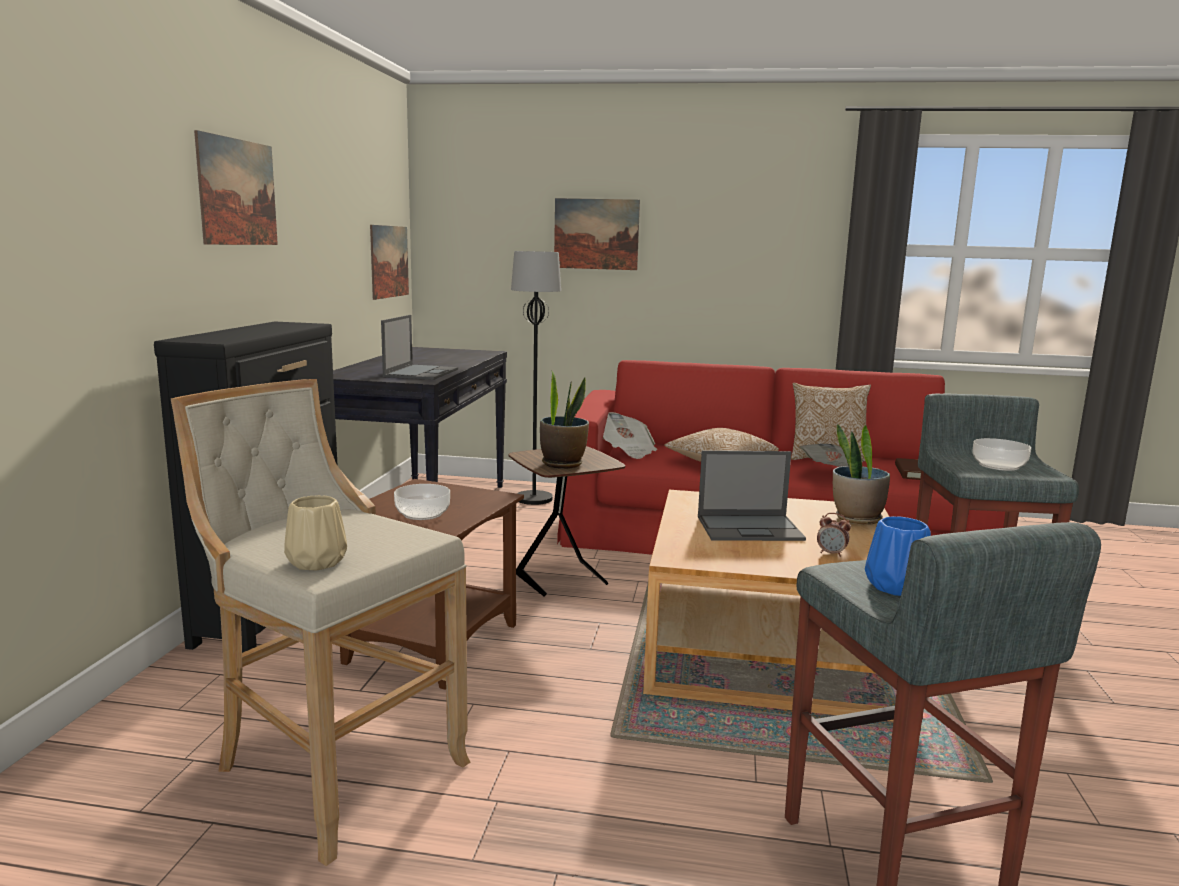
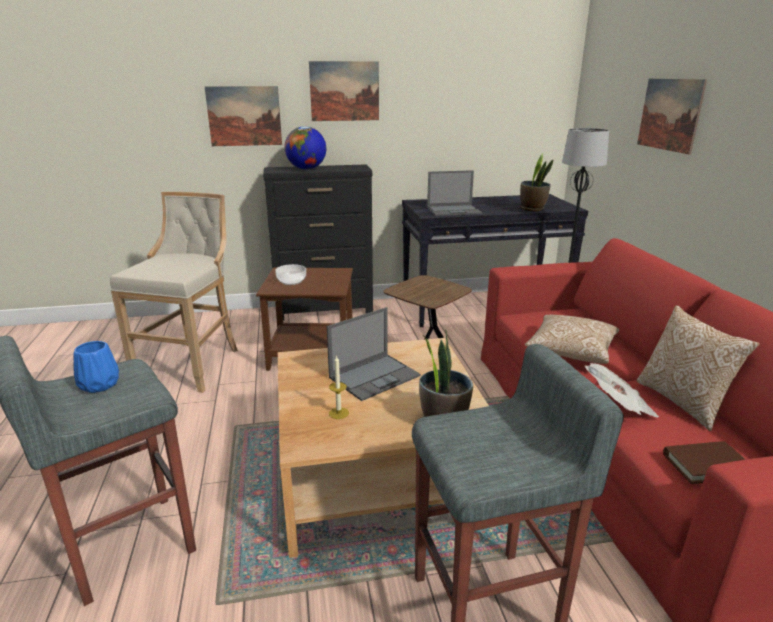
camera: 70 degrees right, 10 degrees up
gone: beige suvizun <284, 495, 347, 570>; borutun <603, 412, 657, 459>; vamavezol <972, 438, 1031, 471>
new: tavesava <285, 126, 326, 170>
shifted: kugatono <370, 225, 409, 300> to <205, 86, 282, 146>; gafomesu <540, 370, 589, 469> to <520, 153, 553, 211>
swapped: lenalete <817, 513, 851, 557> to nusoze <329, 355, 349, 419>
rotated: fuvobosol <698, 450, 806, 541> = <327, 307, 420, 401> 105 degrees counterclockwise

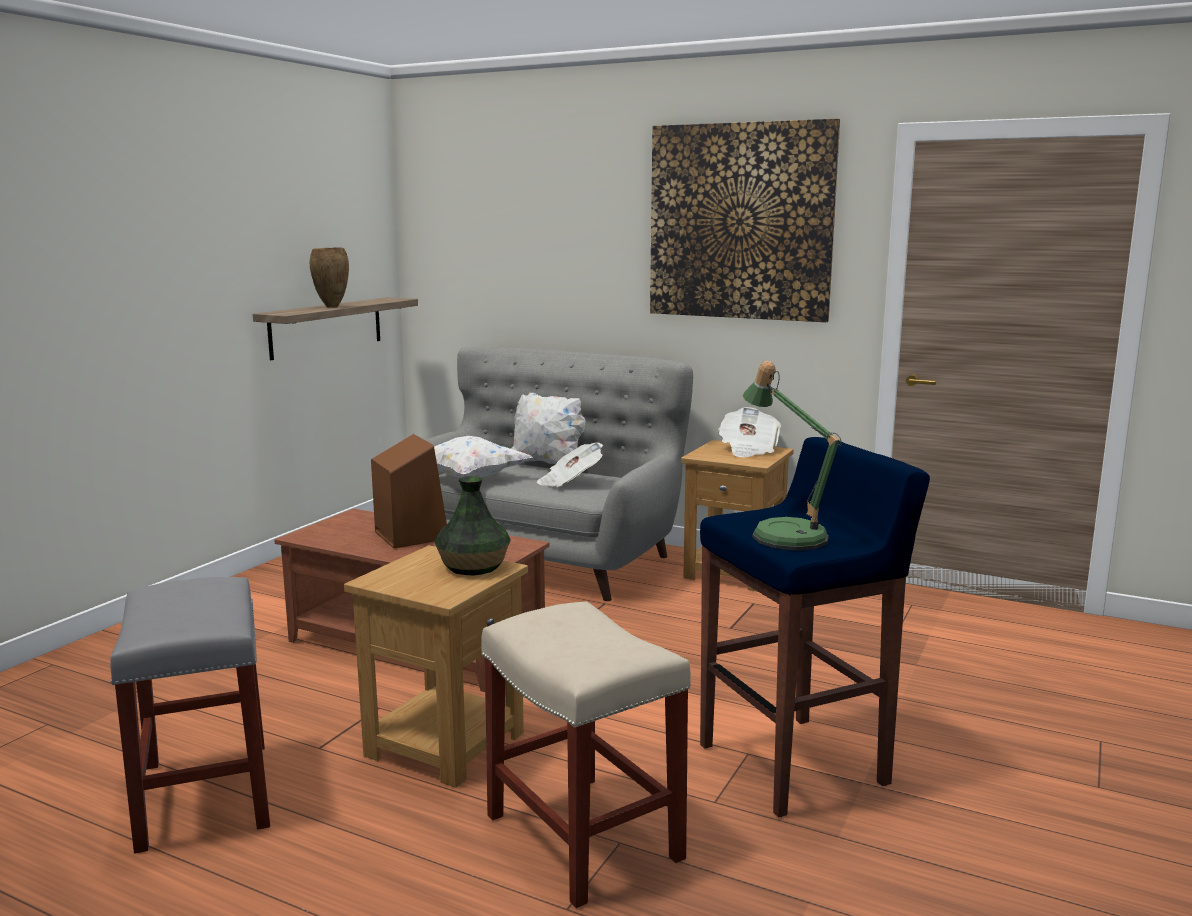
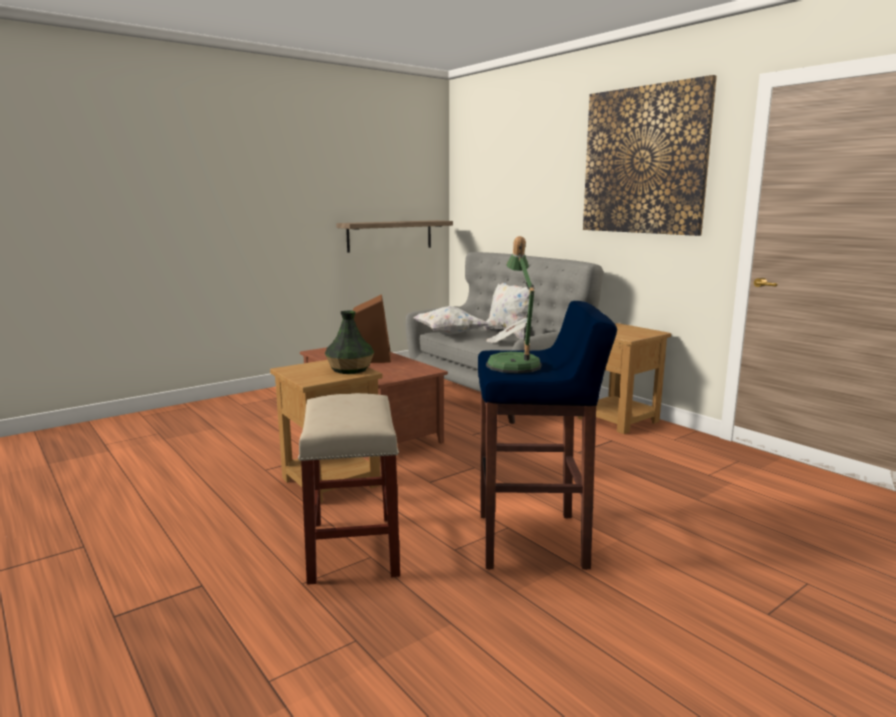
camera: 25 degrees right, 0 degrees up
gone: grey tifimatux <110, 577, 270, 854>; brown suvizun <310, 247, 349, 308>; borutun <718, 407, 781, 457>

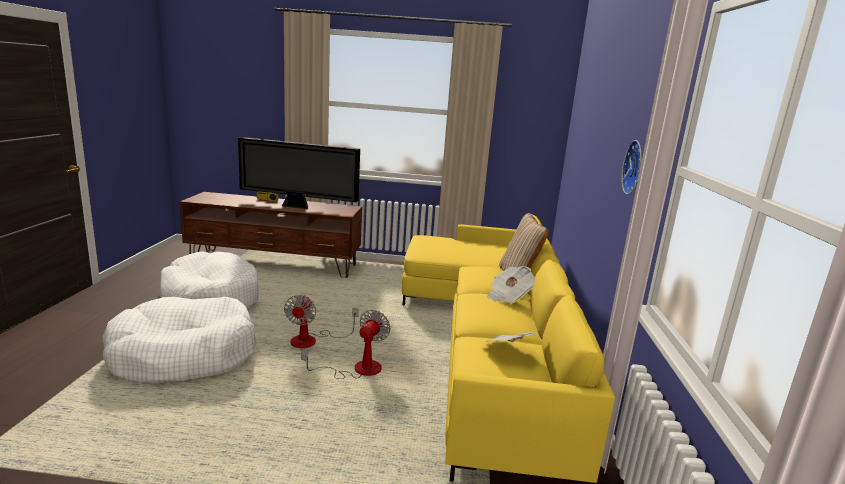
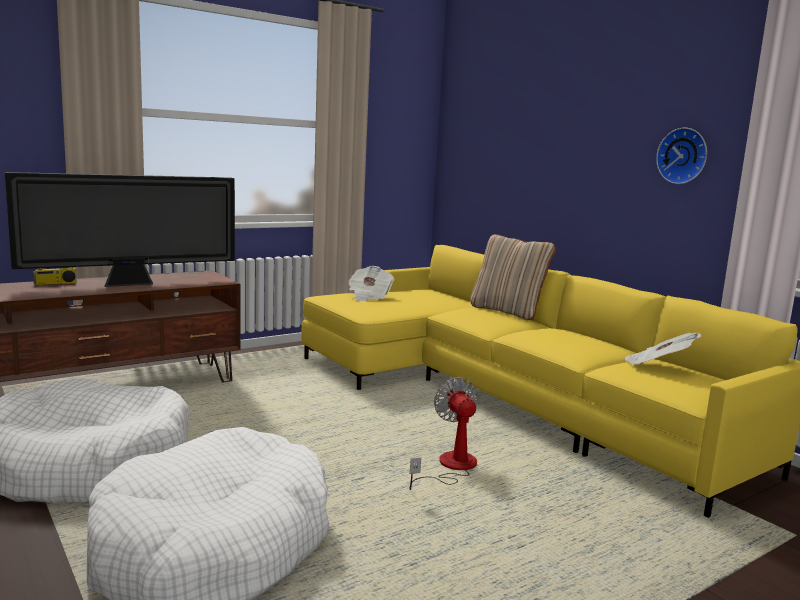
camera: 40 degrees left, 5 degrees down
gone: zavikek <284, 295, 358, 348>
shifted: borutun <487, 266, 535, 303> to <348, 266, 394, 301>

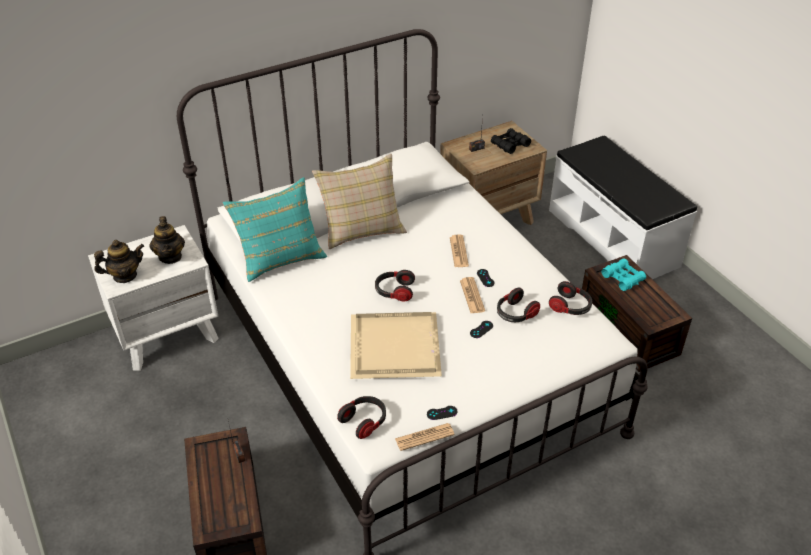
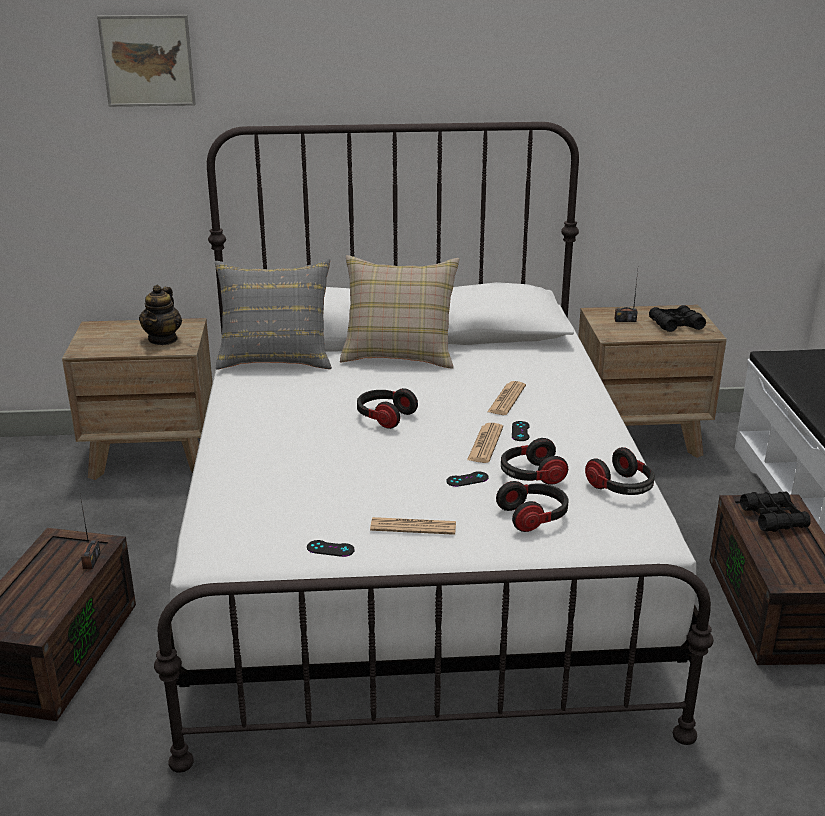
camera: 25 degrees right, 15 degrees down
gone: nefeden <94, 240, 144, 283>; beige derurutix <350, 312, 442, 379>
new: kugatono <97, 15, 196, 107>
shifted: borutun <395, 423, 455, 451> to <370, 517, 456, 535>; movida <337, 396, 386, 439> to <496, 481, 568, 532>
repainted: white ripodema <88, 225, 219, 371> to brown ripodema <62, 318, 213, 480>; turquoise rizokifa <223, 177, 327, 282> to grey rizokifa <215, 258, 332, 370>; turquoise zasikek <602, 258, 646, 291> to black zasikek <740, 492, 810, 532>

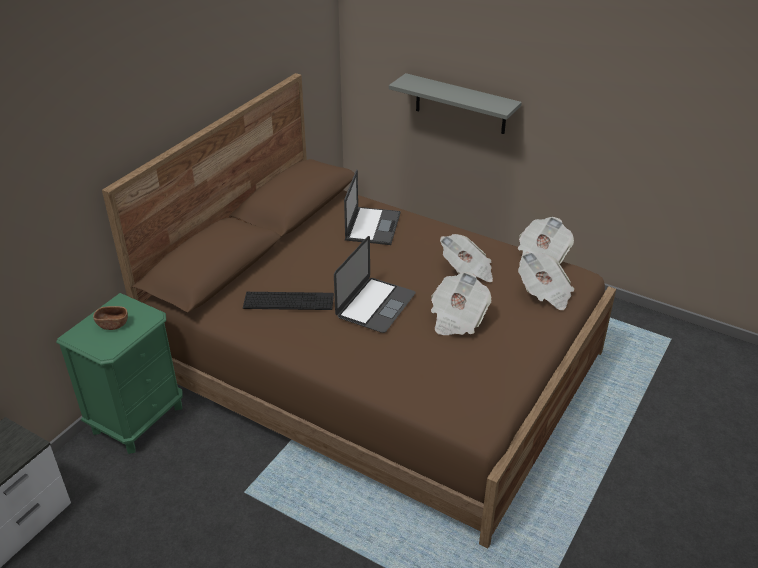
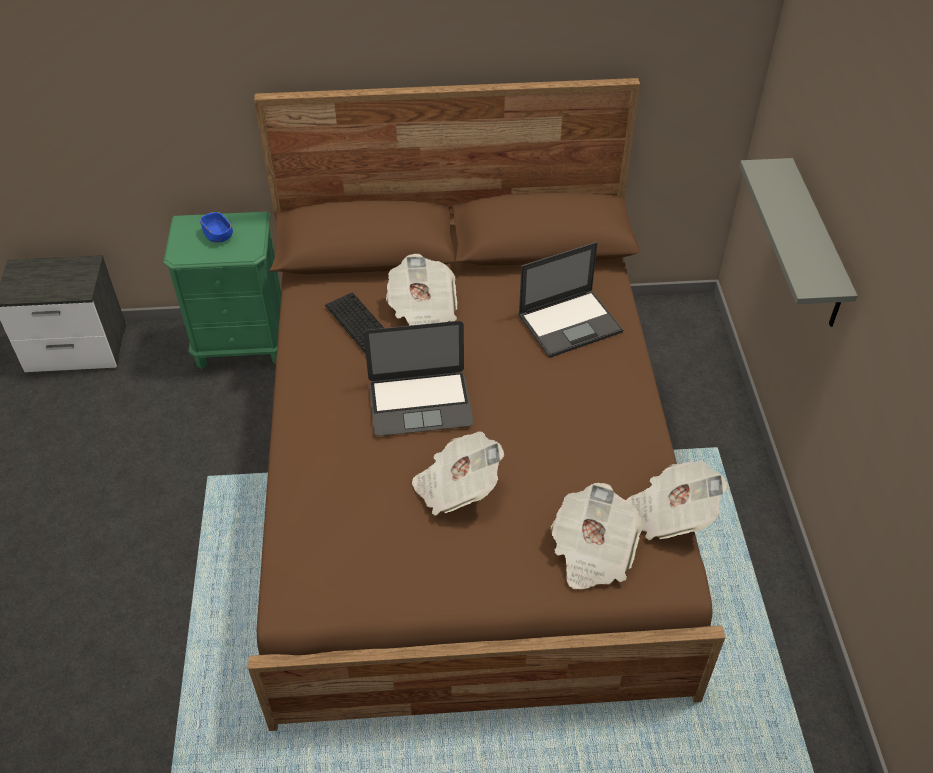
camera: 55 degrees right, 10 degrees up
shifted: borutun <440, 234, 493, 282> to <386, 254, 457, 326>
repainted: brown vamavezol <93, 306, 128, 330> to blue vamavezol <200, 212, 233, 242>

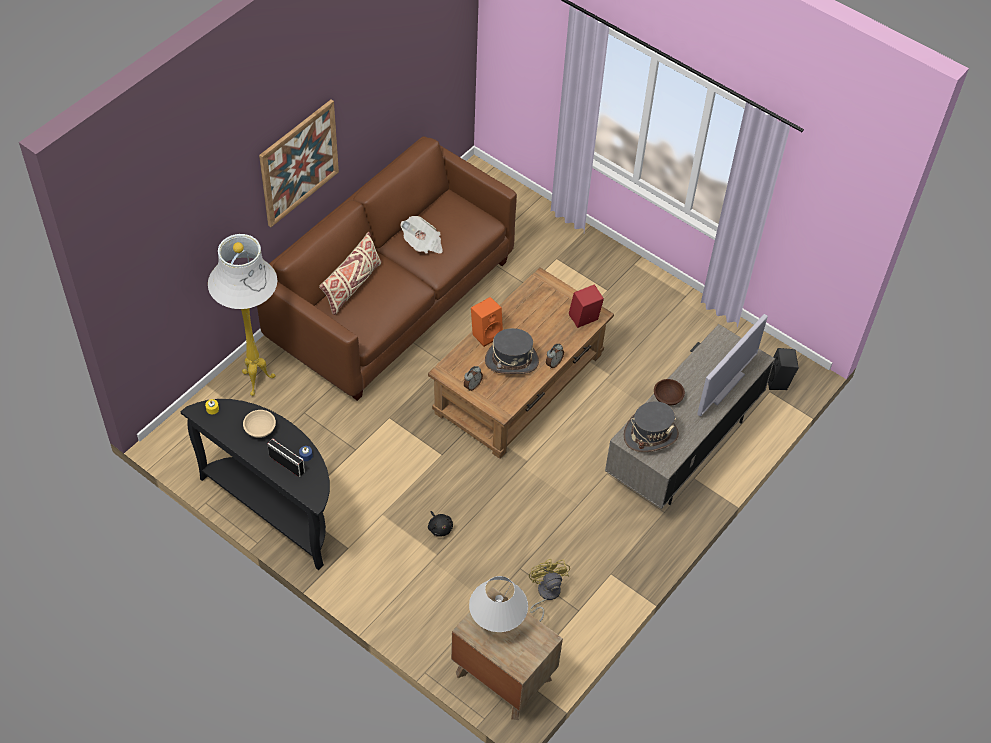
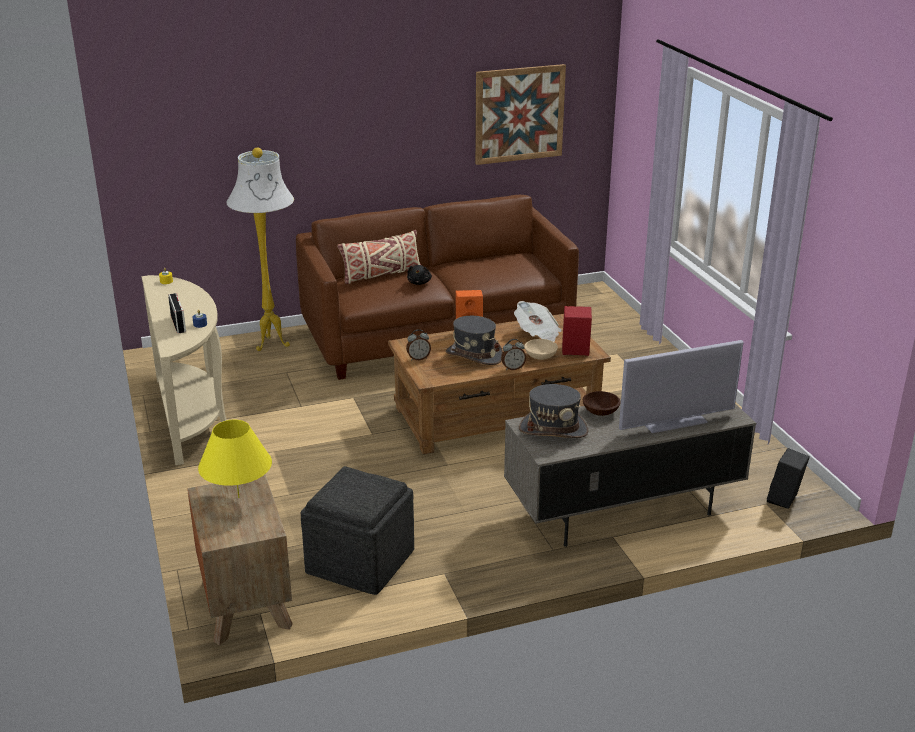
camera: 35 degrees right, 25 degrees down
shifted: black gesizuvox <428, 511, 453, 537> to <407, 265, 432, 285>; kugatono <259, 100, 339, 227> to <475, 64, 566, 165>; borutun <401, 216, 442, 254> to <514, 301, 561, 342>; beige vamavezol <243, 410, 276, 438> to <524, 339, 558, 360>
swapped: yellow zavikek <529, 559, 570, 622> to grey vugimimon <301, 466, 414, 595>
repainted: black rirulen <181, 399, 330, 570> to beige rirulen <142, 275, 227, 465>; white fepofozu <469, 576, 528, 632> to yellow fepofozu <198, 420, 272, 498>

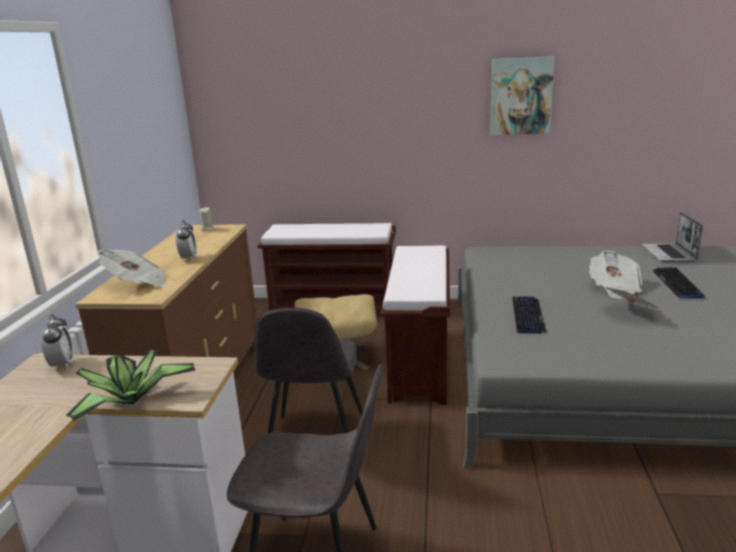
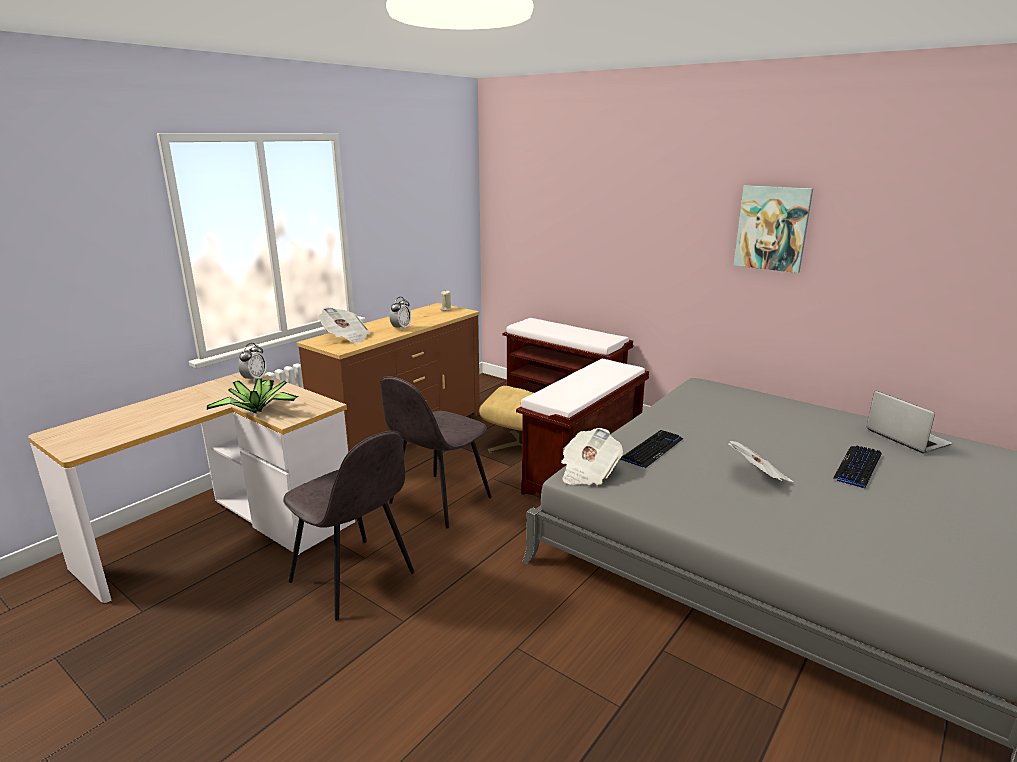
camera: 30 degrees right, 0 degrees up
shifted: borutun <589, 251, 642, 299> to <561, 428, 623, 485>
rotated: fuvobosol <642, 212, 703, 262> = <866, 390, 952, 453> 120 degrees clockwise

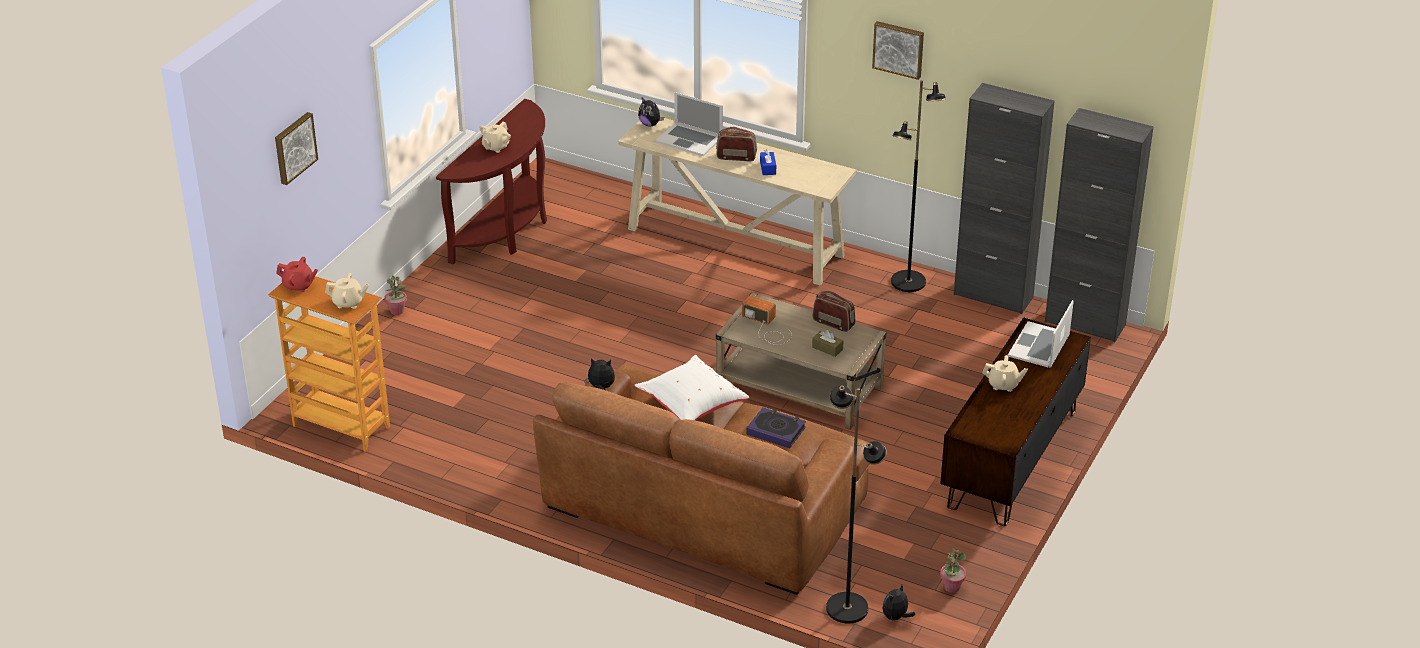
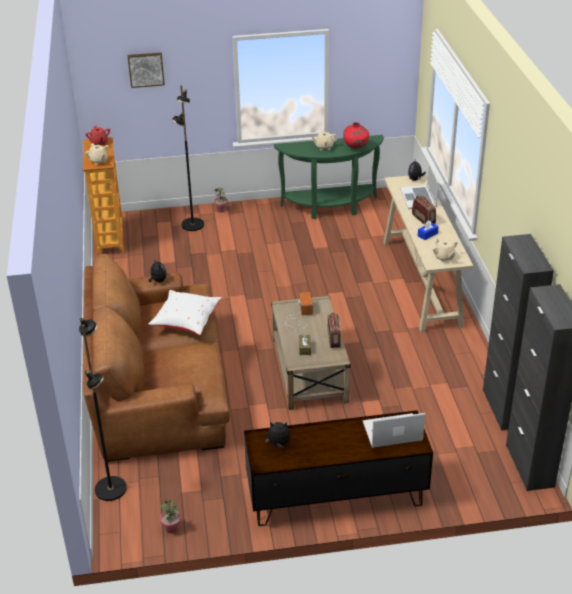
camera: 55 degrees right, 0 degrees up
gone: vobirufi <747, 408, 806, 448>; kugatono <872, 21, 924, 80>
new: red suvizun <343, 122, 369, 149>
shifted: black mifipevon <891, 80, 946, 292> to <172, 85, 204, 231>; gesizuvox <883, 585, 915, 622> to <265, 422, 290, 450>; beige nefeden <983, 355, 1028, 392> to <433, 237, 458, 262>
repainted: brown rirulen <436, 99, 547, 264> to green rirulen <274, 135, 384, 219>

